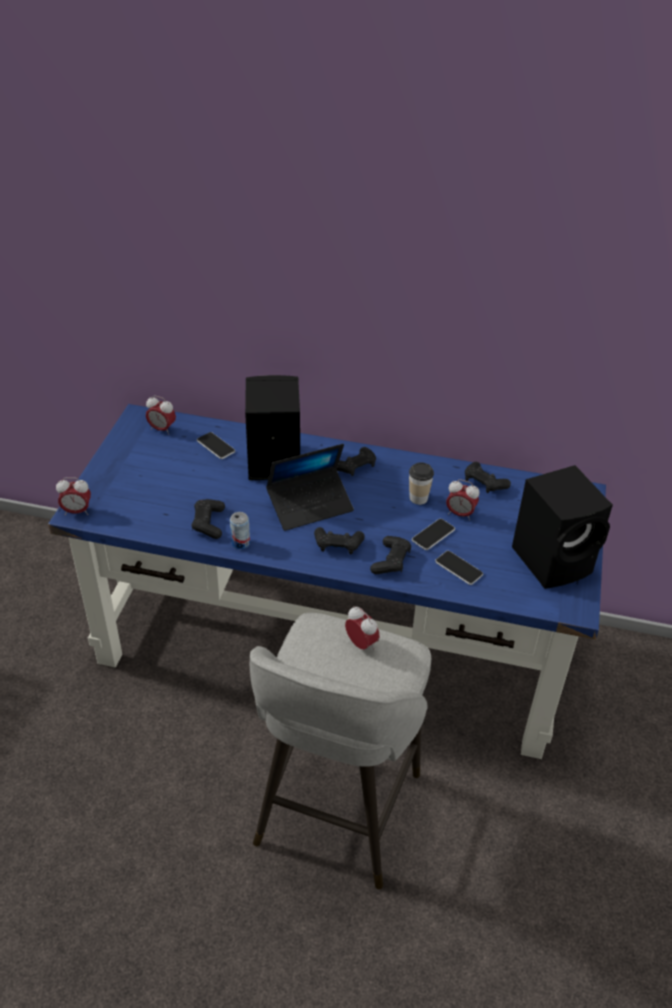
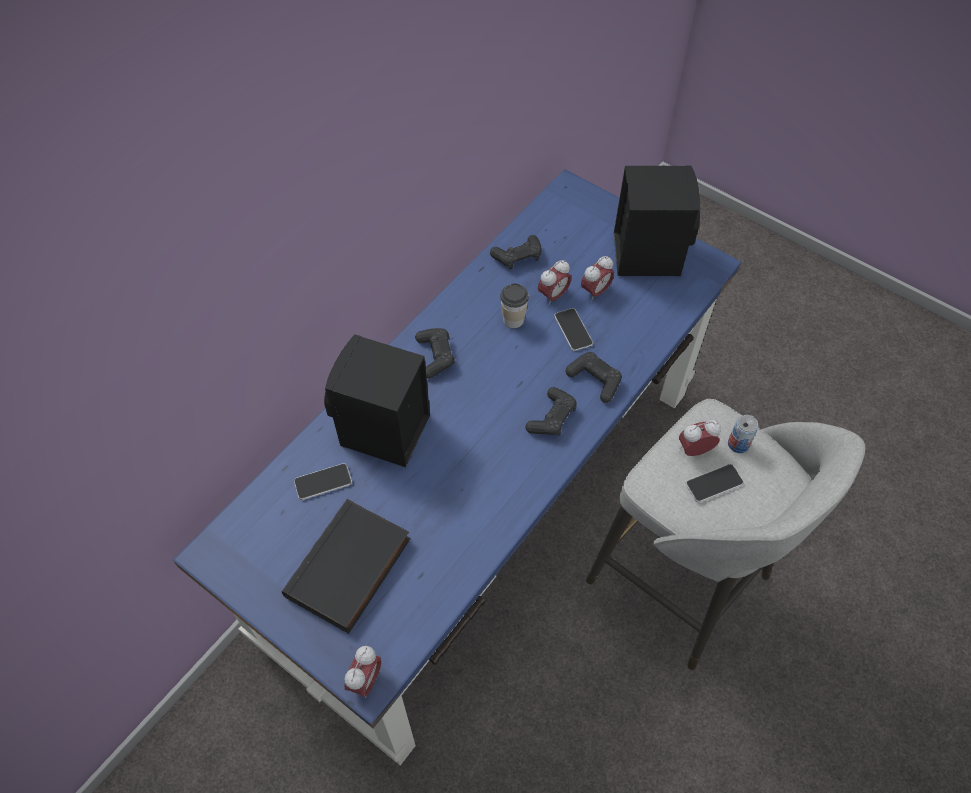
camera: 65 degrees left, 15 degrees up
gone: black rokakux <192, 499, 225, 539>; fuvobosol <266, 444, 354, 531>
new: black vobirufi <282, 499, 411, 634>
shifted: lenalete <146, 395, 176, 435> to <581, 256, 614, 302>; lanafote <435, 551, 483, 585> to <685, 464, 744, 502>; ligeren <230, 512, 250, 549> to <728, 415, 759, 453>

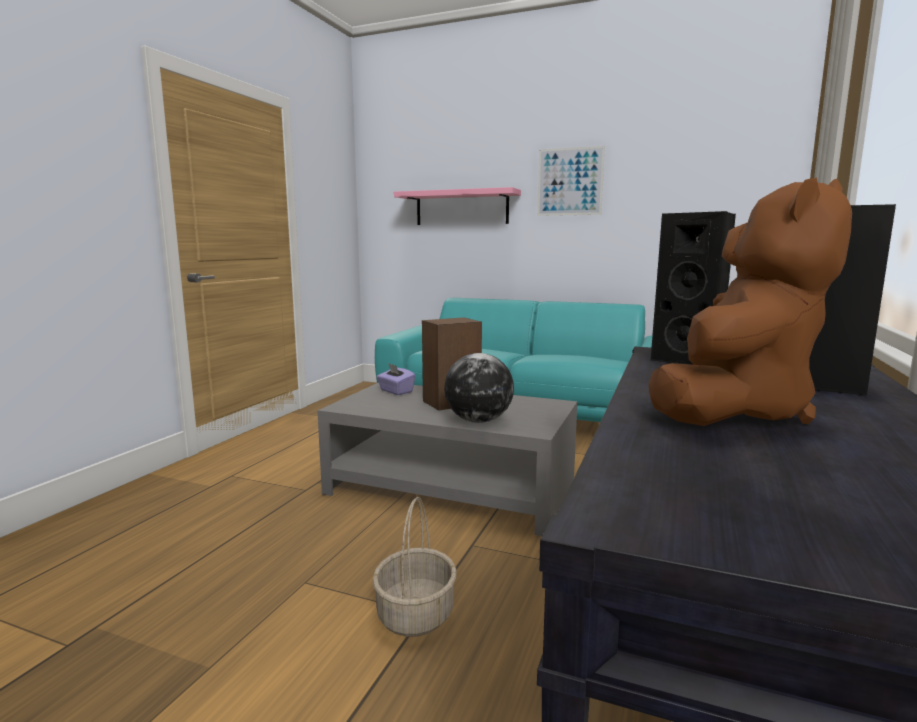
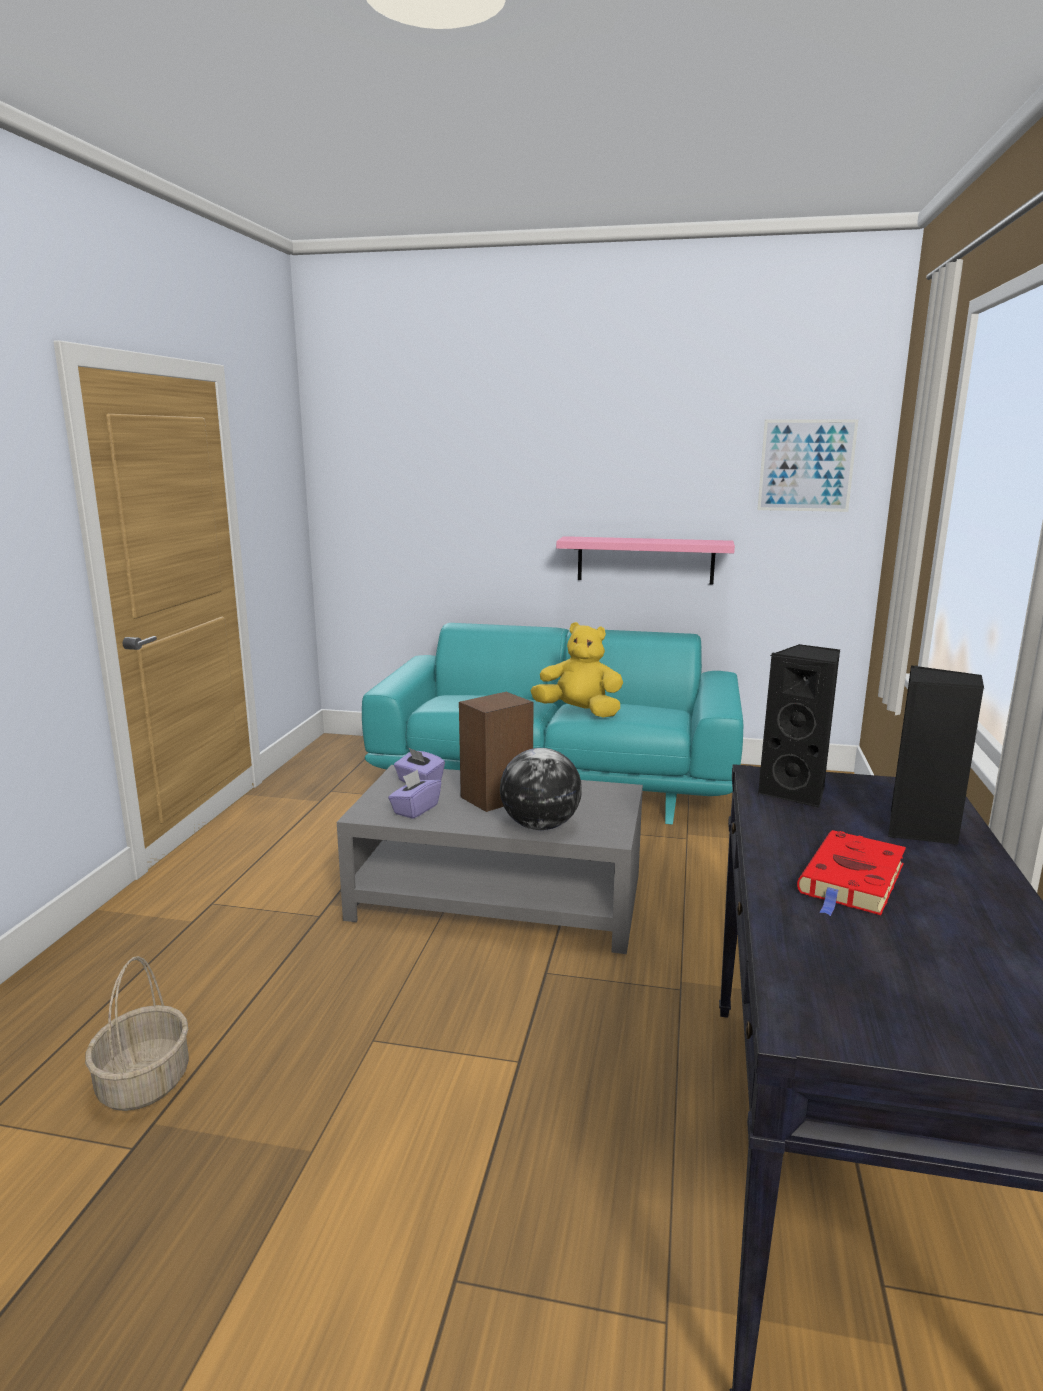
camera: 10 degrees left, 5 degrees up
new: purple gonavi <388, 769, 441, 819>; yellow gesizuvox <531, 622, 623, 718>
shifted: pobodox <373, 497, 456, 637> to <85, 956, 189, 1111>; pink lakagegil <394, 187, 521, 225> to <556, 536, 735, 585>; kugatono <537, 146, 605, 216> to <757, 419, 859, 512>
swapped: brown gesizuvox <648, 178, 852, 426> to red vobirufi <797, 830, 906, 916>

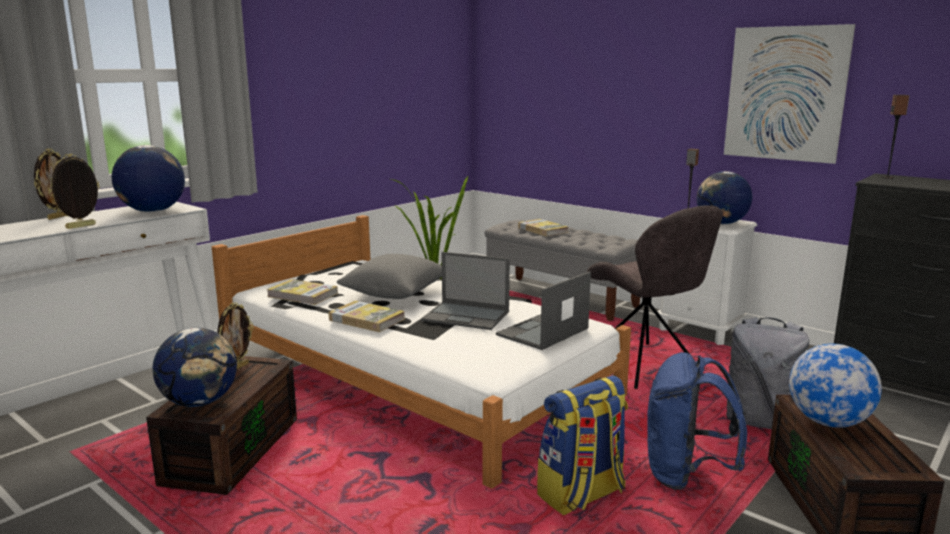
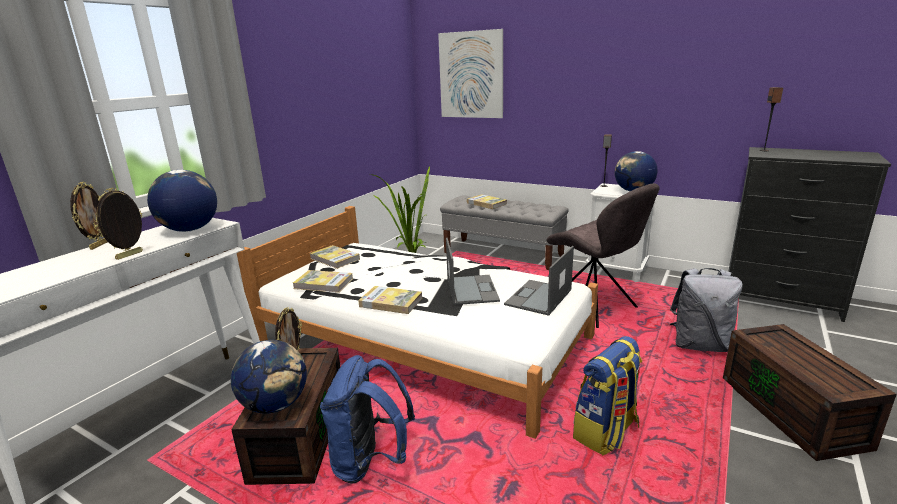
camera: 10 degrees left, 5 degrees up
gone: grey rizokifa <337, 254, 442, 299>; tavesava <789, 344, 882, 428>
new: vobirufi <309, 245, 360, 269>
shifted: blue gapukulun <647, 352, 747, 490> to <320, 355, 415, 484>; kugatono <724, 24, 855, 164> to <438, 29, 503, 118>
rotated: fuvobosol <421, 252, 510, 330> = <446, 238, 500, 305> 105 degrees counterclockwise

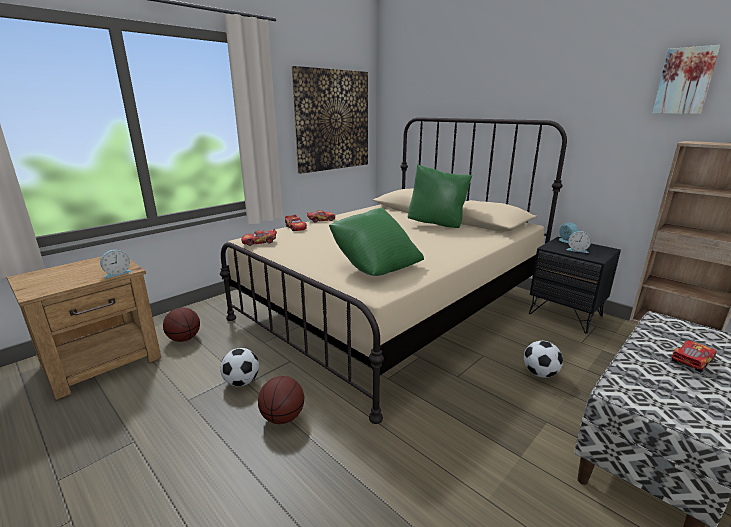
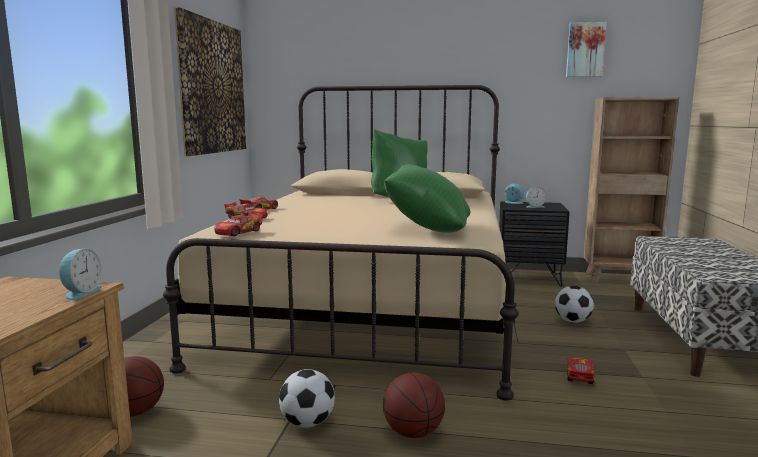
camera: 35 degrees left, 10 degrees down
shifted: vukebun <671, 340, 717, 373> to <567, 357, 595, 384>

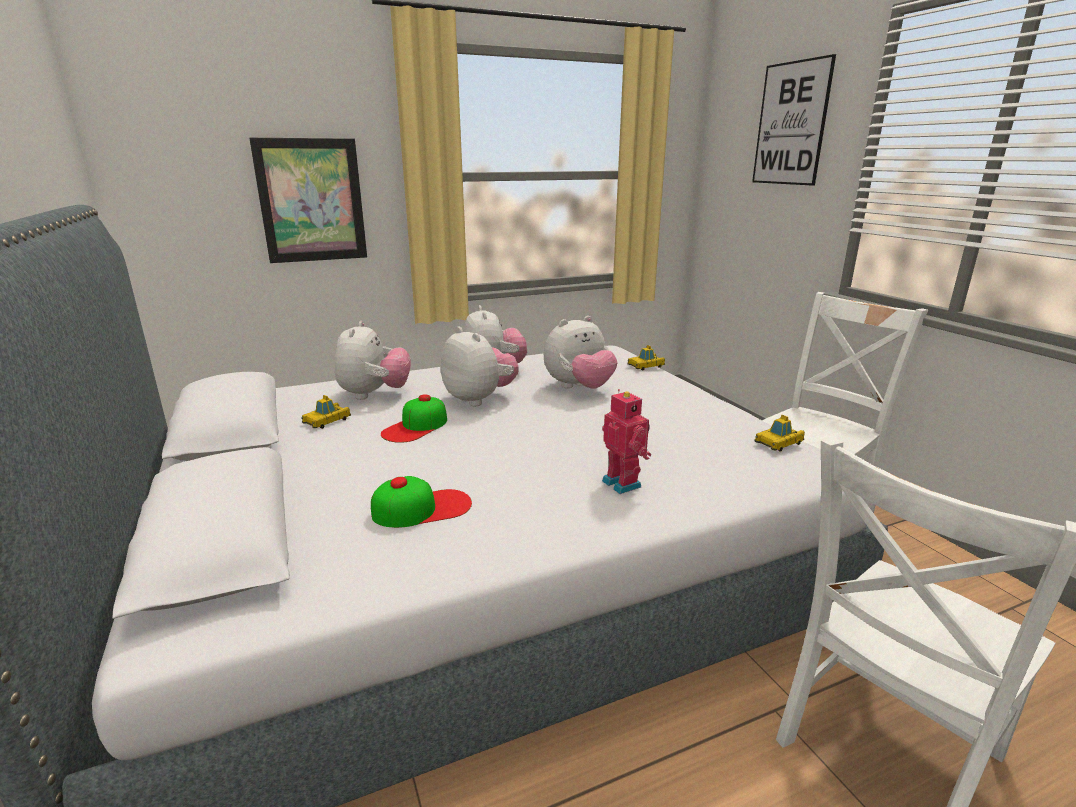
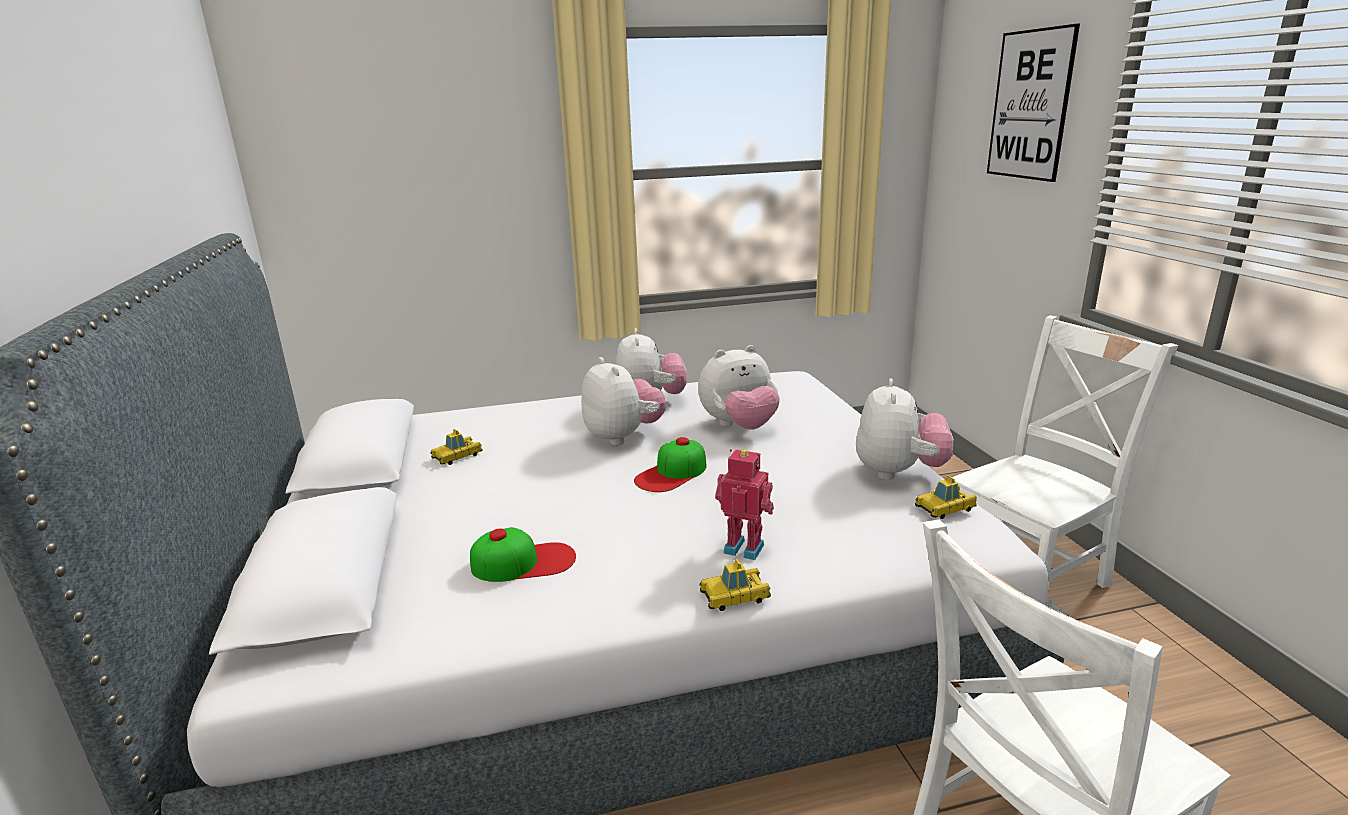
camera: 10 degrees right, 0 degrees up
gone: kugatono <249, 138, 367, 263>
shifted: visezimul <381, 394, 447, 443> to <634, 437, 707, 492>; vukebun <627, 345, 665, 371> to <699, 559, 771, 611>; gesizuvox <335, 321, 411, 400> to <856, 379, 953, 480>
rotated: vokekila <602, 389, 651, 494> = <715, 449, 774, 560> 45 degrees counterclockwise

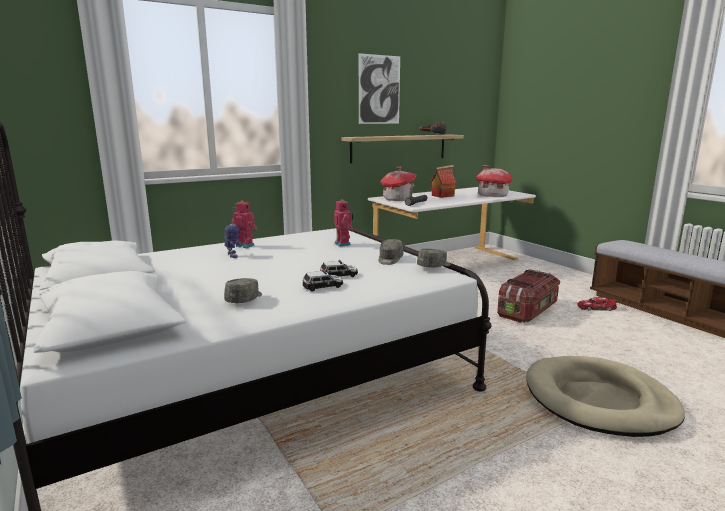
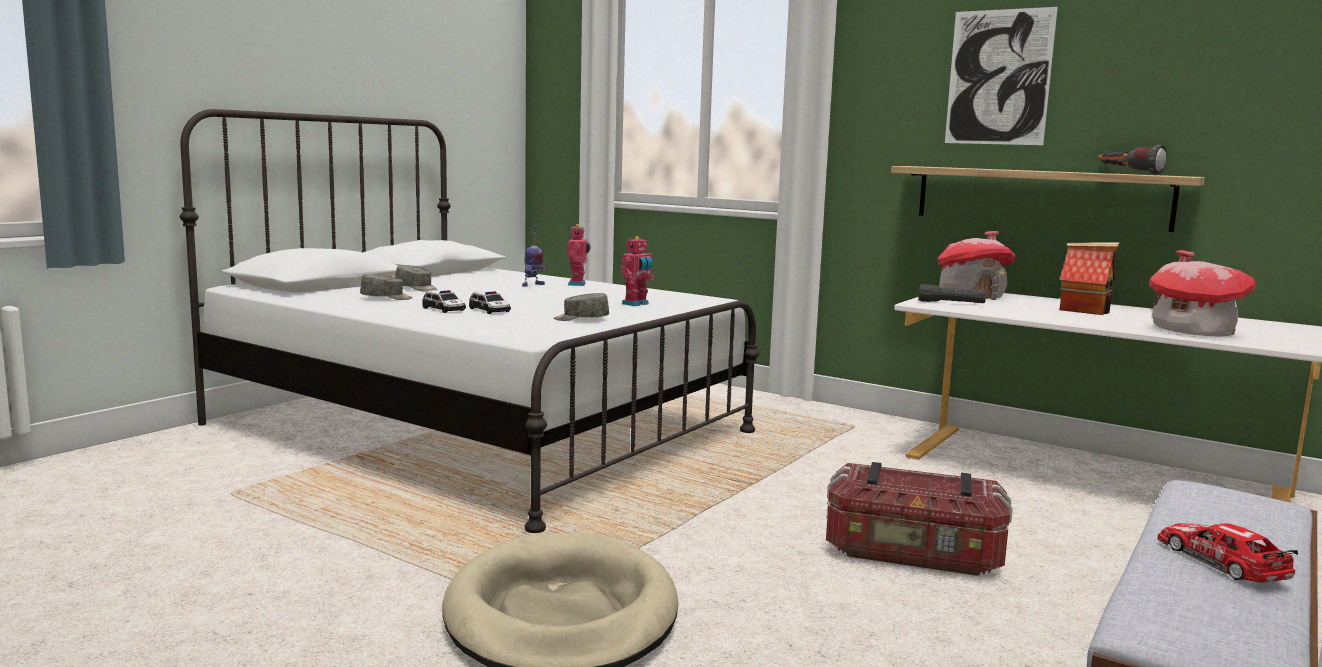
camera: 65 degrees right, 5 degrees down
shifted: grey visezimul <417, 249, 450, 268> to <395, 265, 438, 292>; vukebun <577, 297, 618, 311> to <1158, 523, 1298, 583>

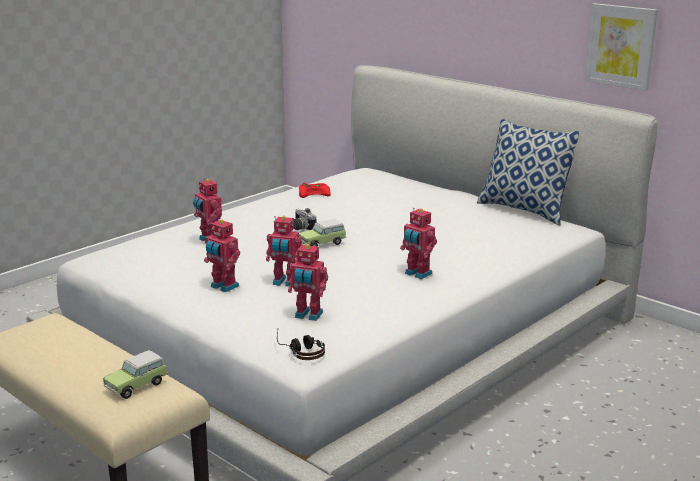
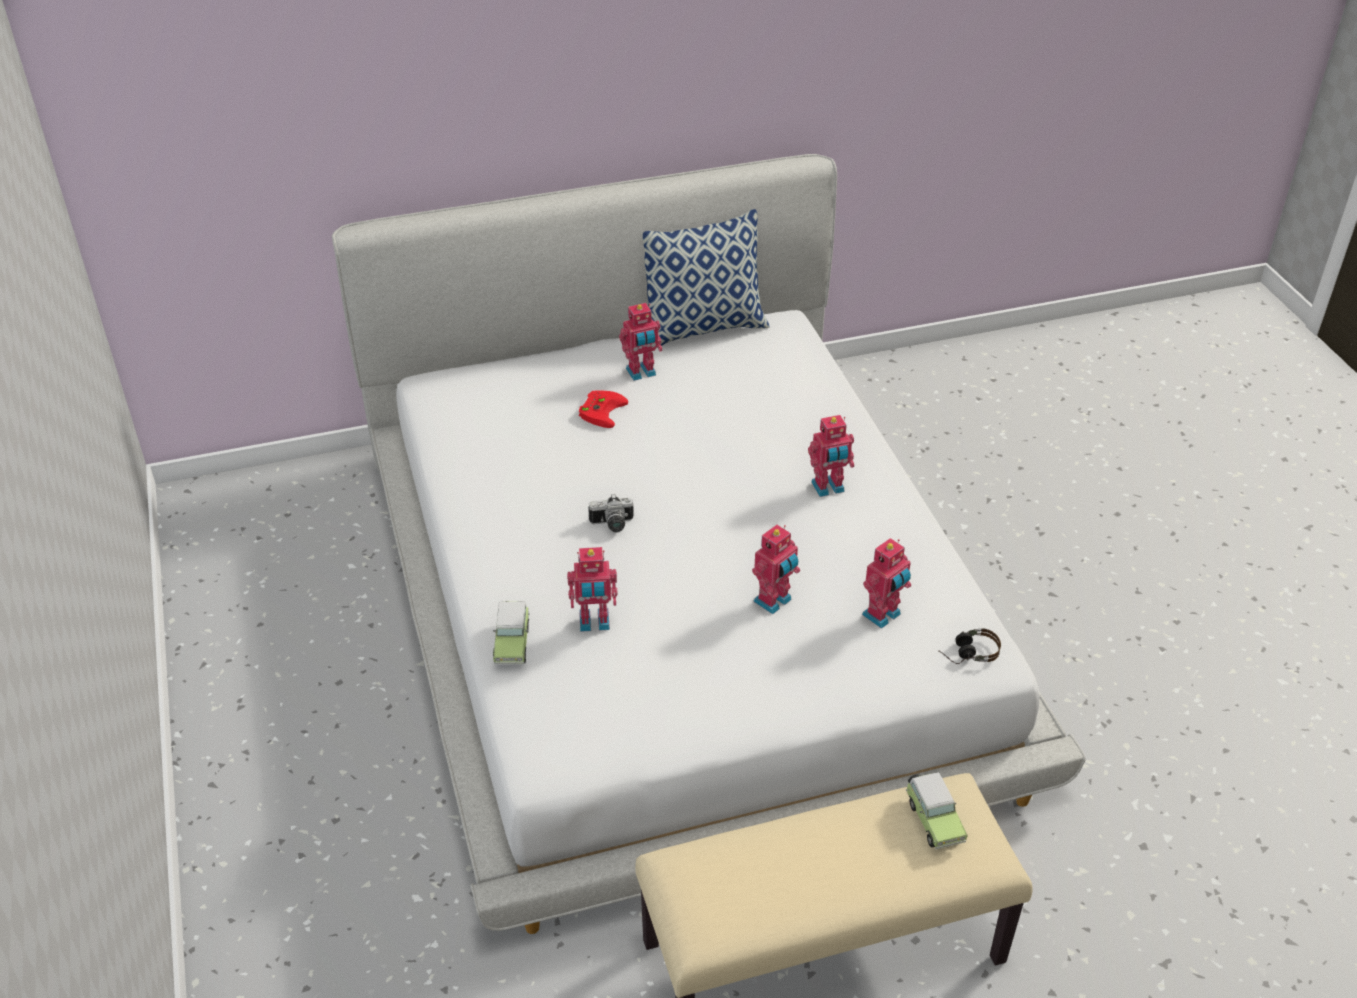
camera: 60 degrees left, 20 degrees up
gone: kugatono <585, 3, 658, 91>
shifted: vukebun <299, 219, 346, 247> to <493, 601, 530, 665>; red rokakux <299, 182, 331, 198> to <579, 391, 628, 428>; vokekila <204, 219, 240, 292> to <619, 303, 662, 381>

